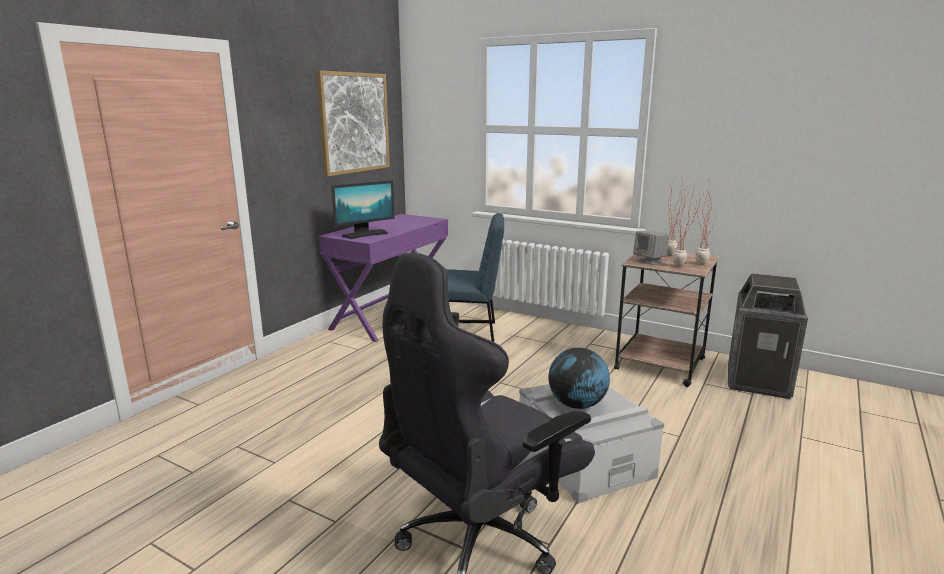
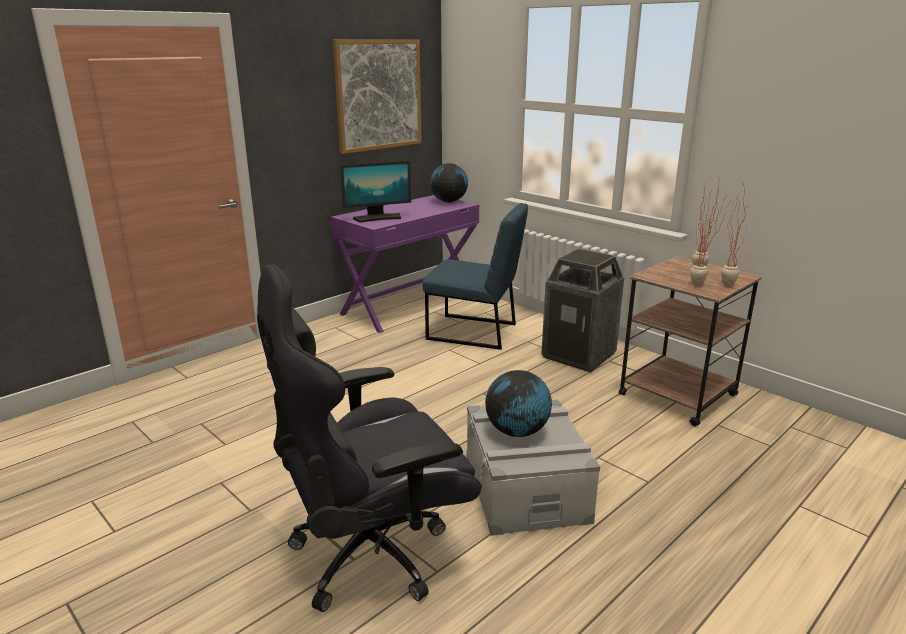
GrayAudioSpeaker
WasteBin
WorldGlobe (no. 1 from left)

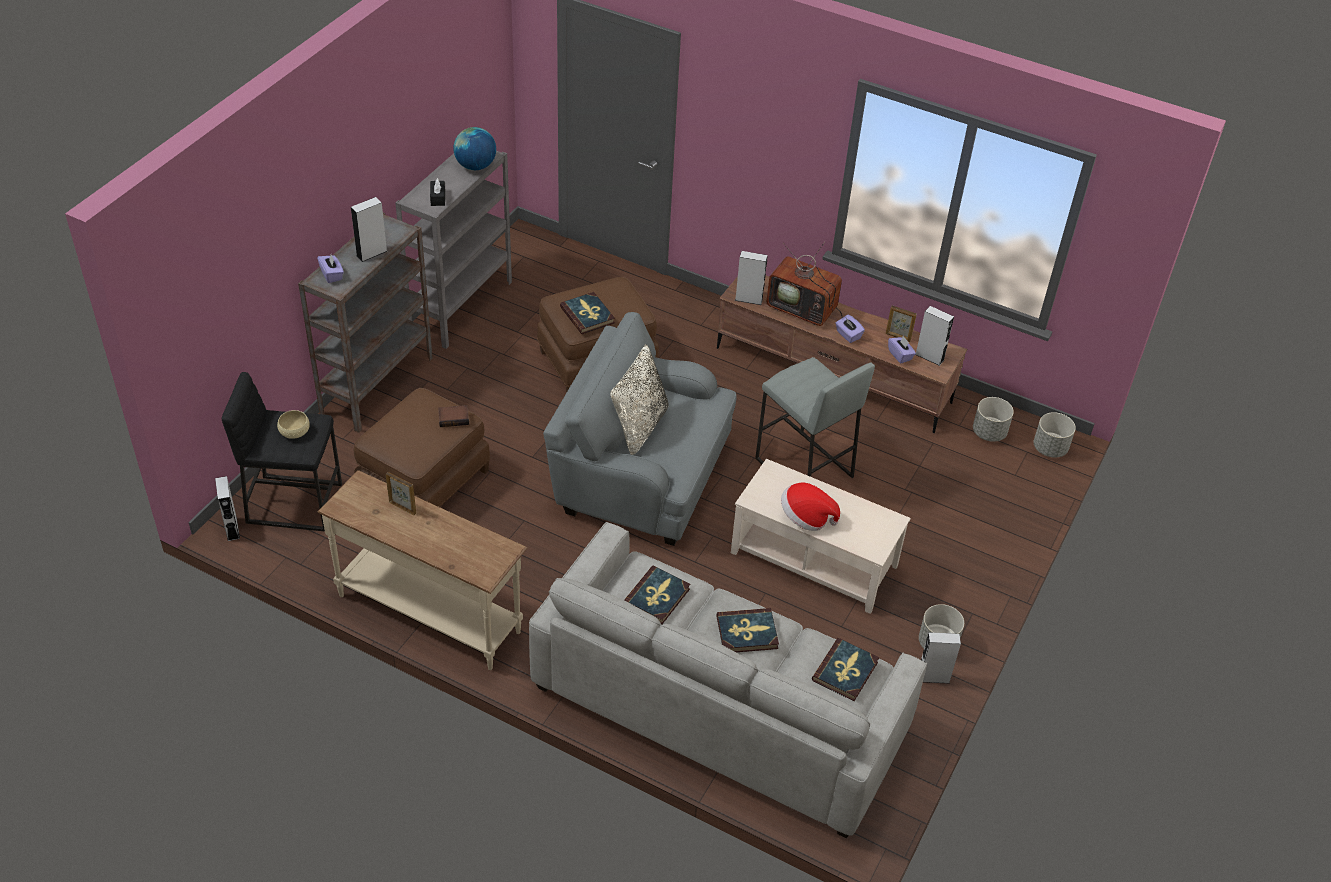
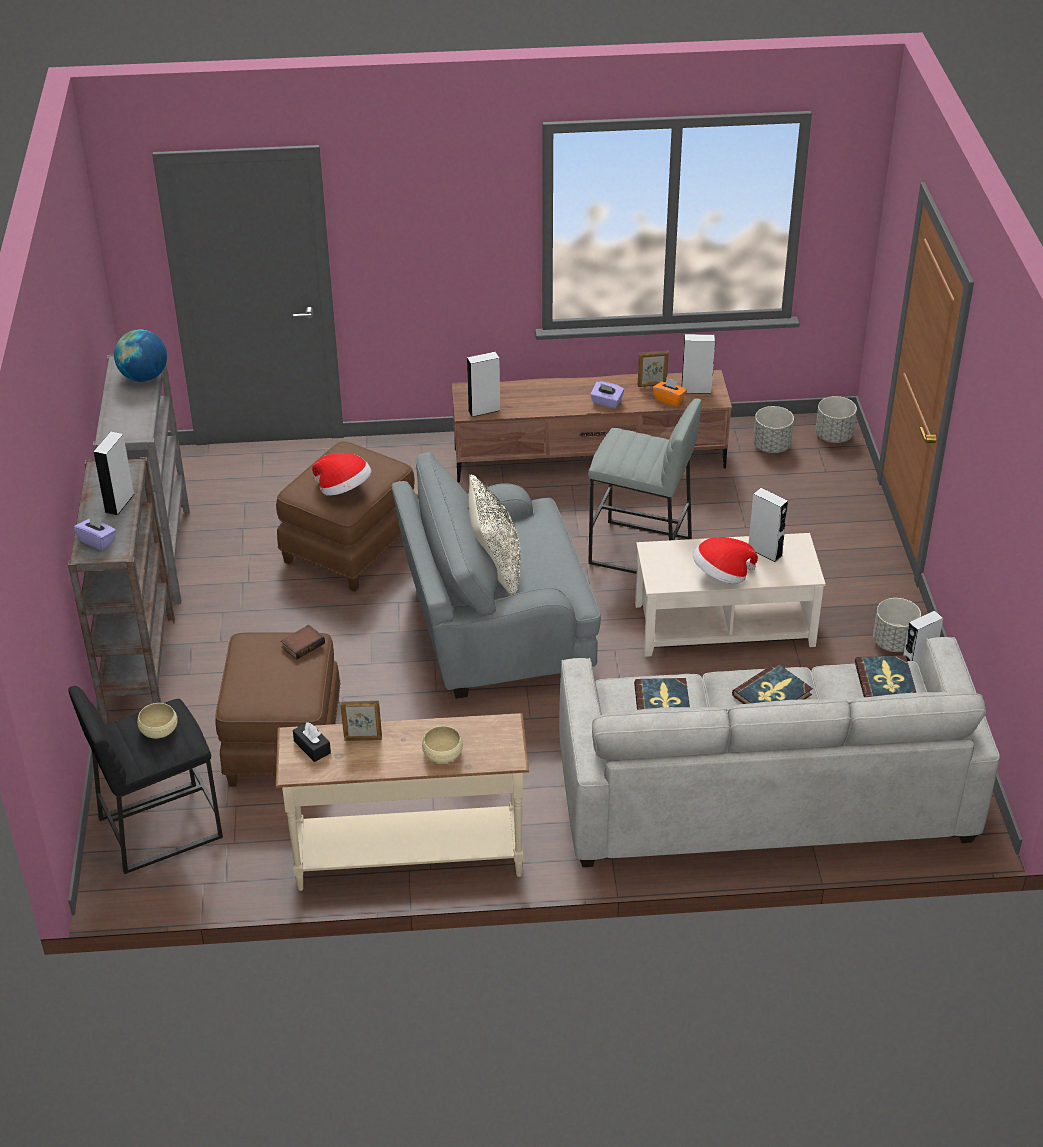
GrayAudioSpeaker (no. 4 from left)
BlackishBoxOfTissues
Hat (no. 1 from left)
Tv
OrangeBoxOfTissues
BeigeColouredBowl (no. 2 from left)

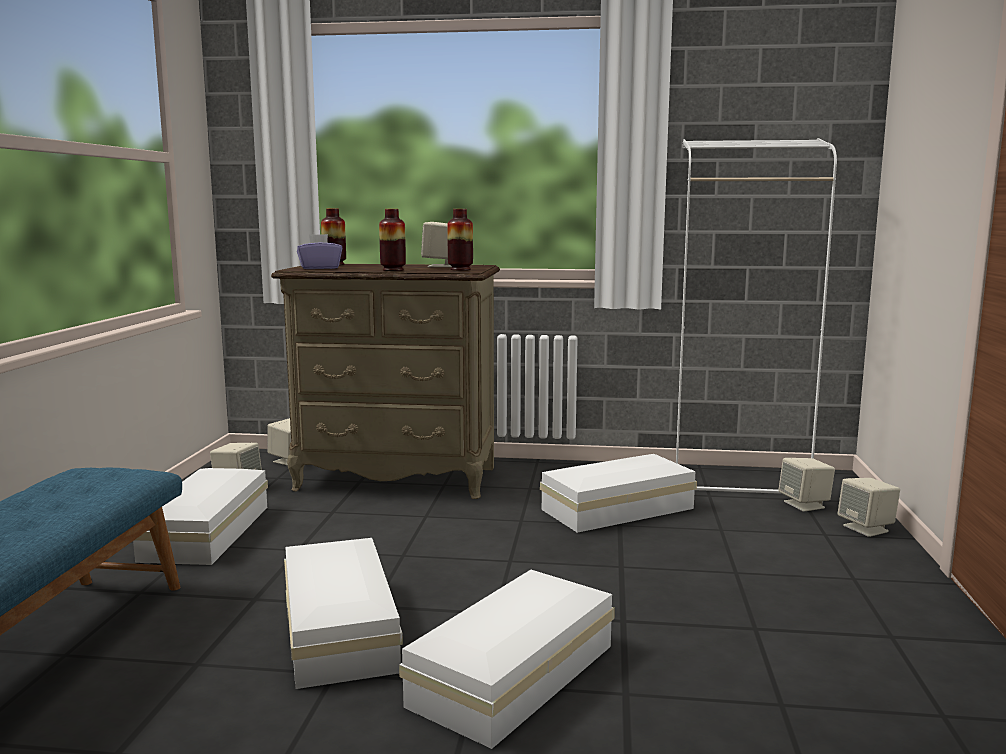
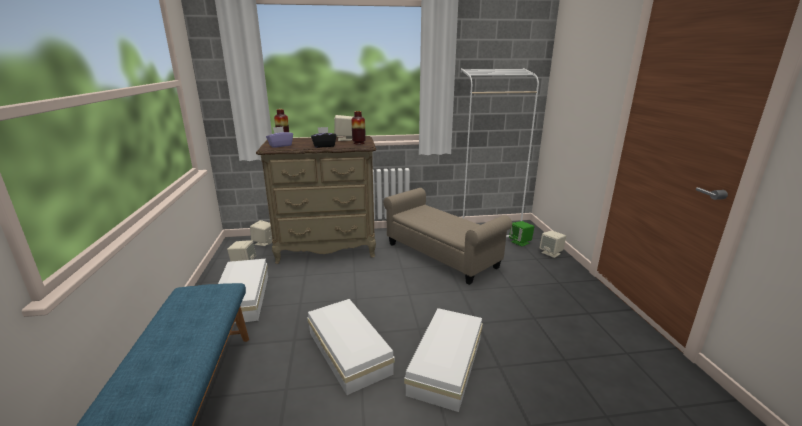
BlackishBoxOfTissues
BeigeColouredPouffe
GreenishAudioSpeaker

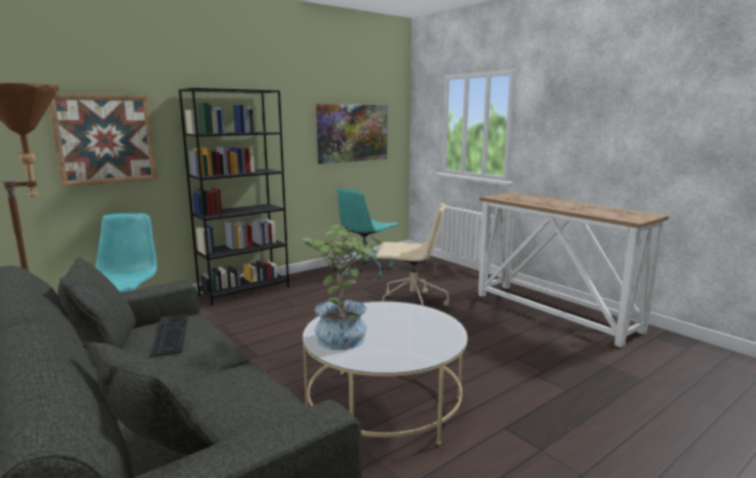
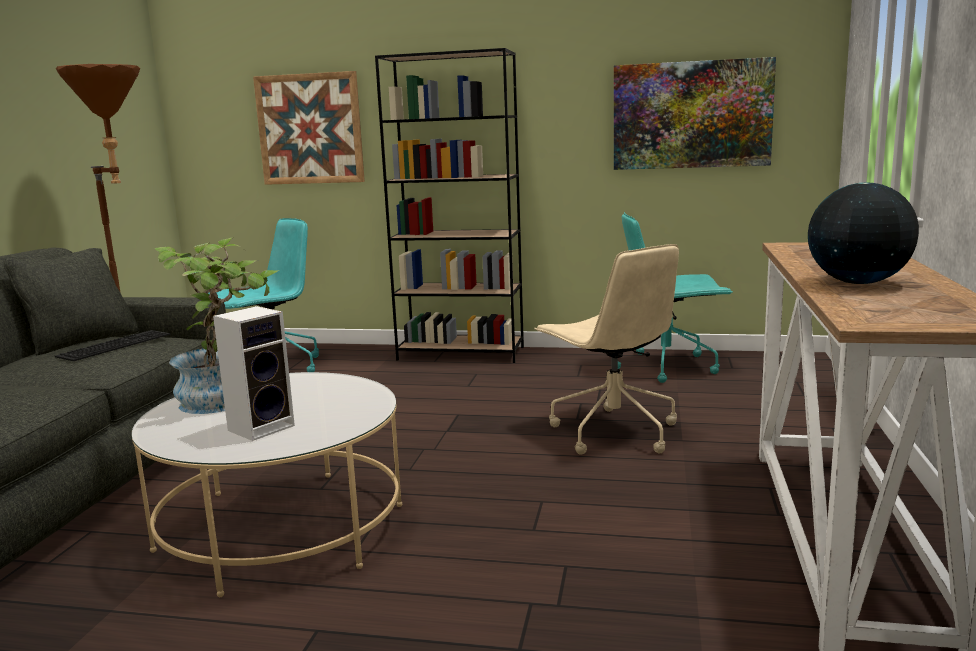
BeigeColouredBookshelf
AudioSpeaker
WorldGlobe

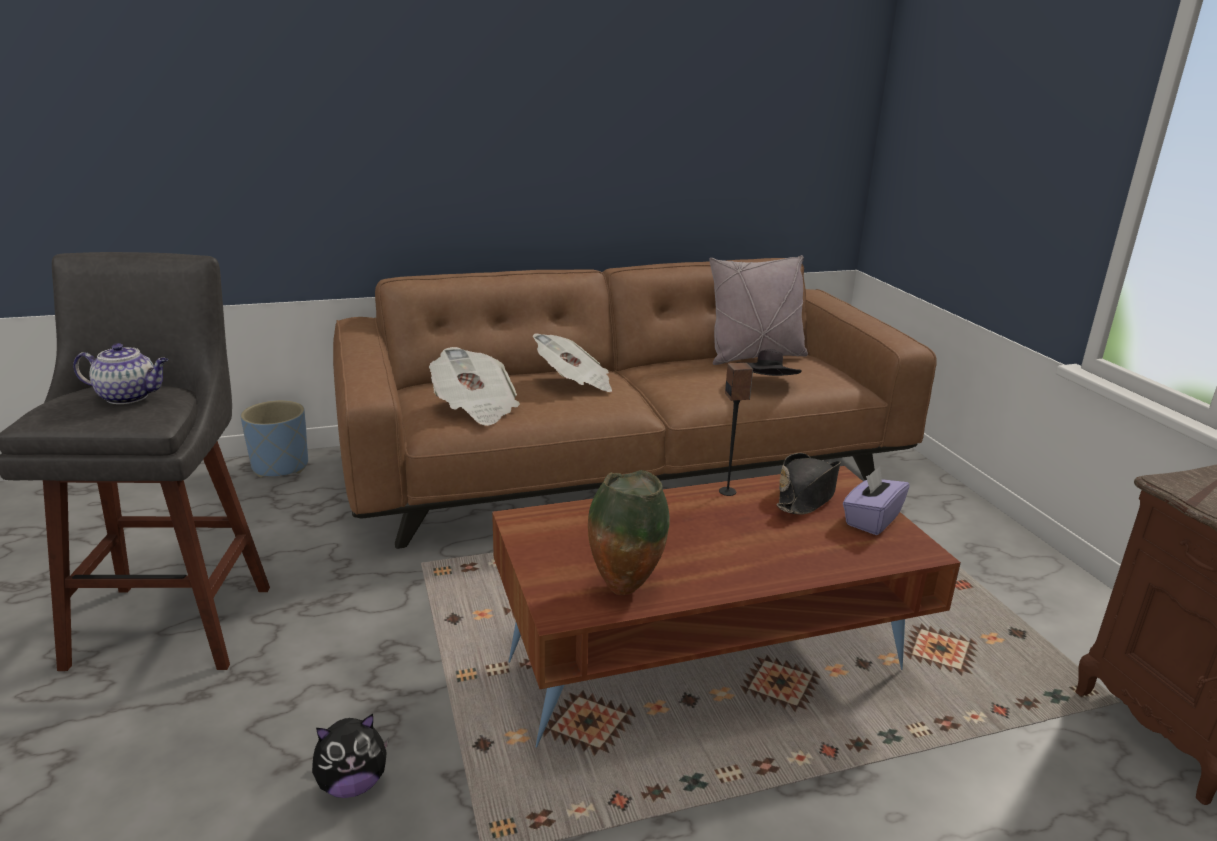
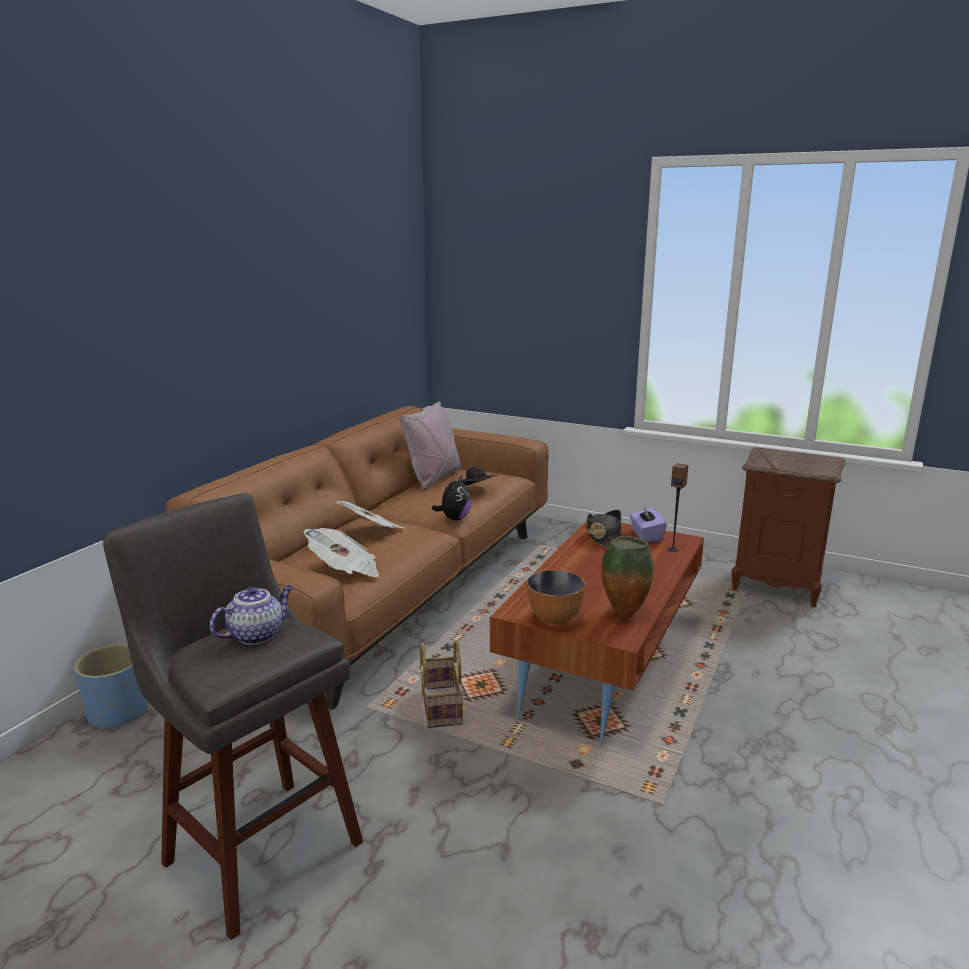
PlushToy
AudioSpeaker
HouseholdBasket
Bowl

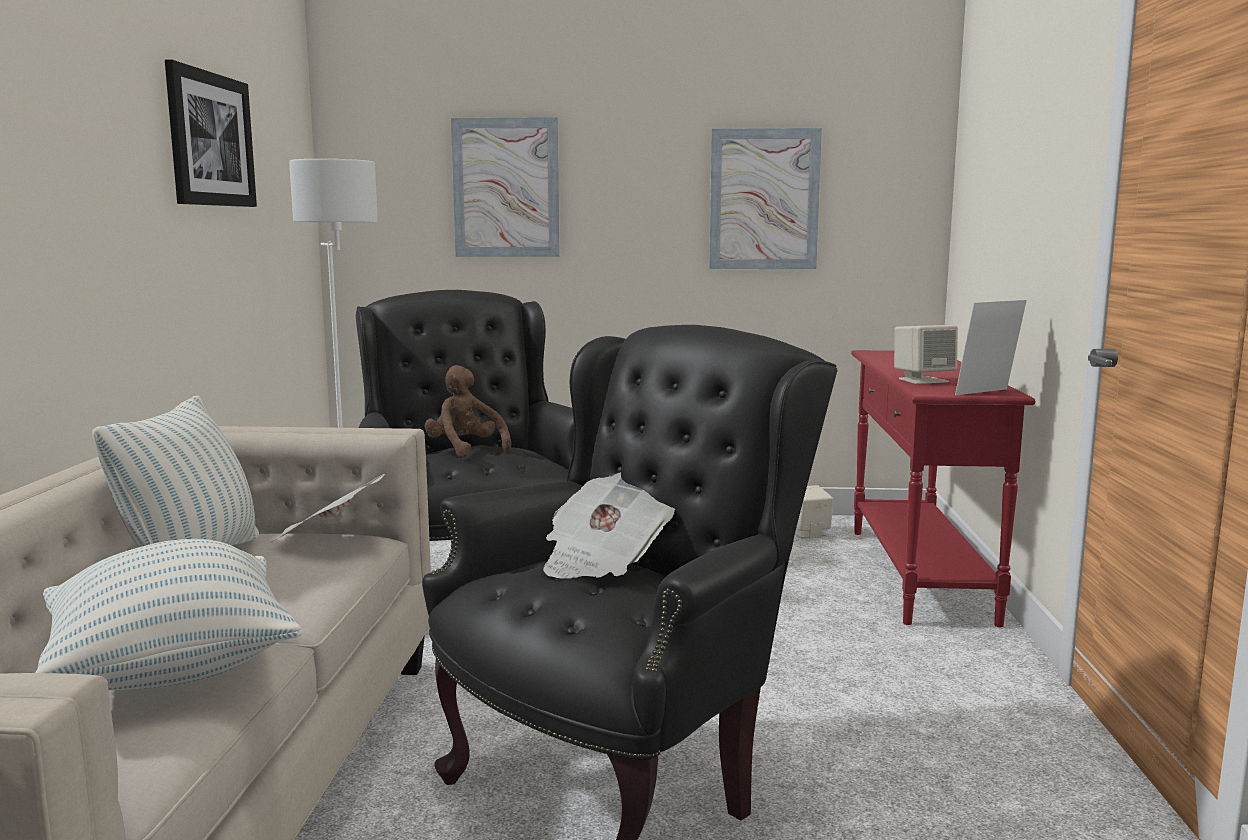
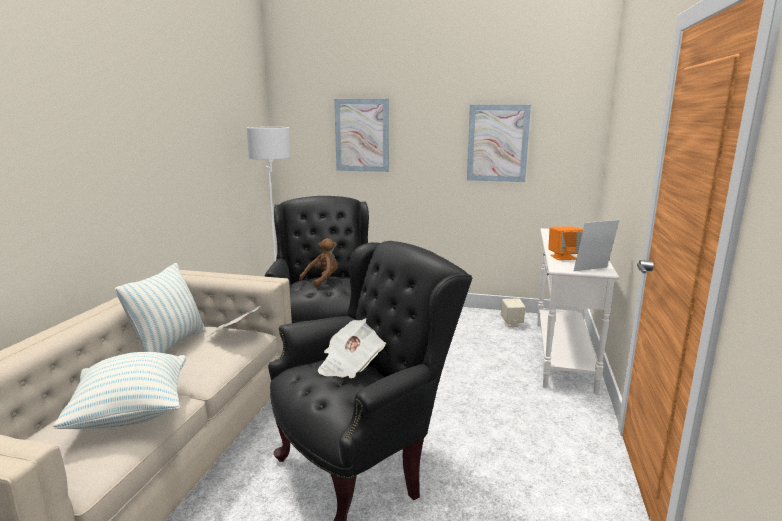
Picture (no. 1 from left in the first image)
BrownPlushToy
WhiteColouredNarrowTable
OrangeAudioSpeaker

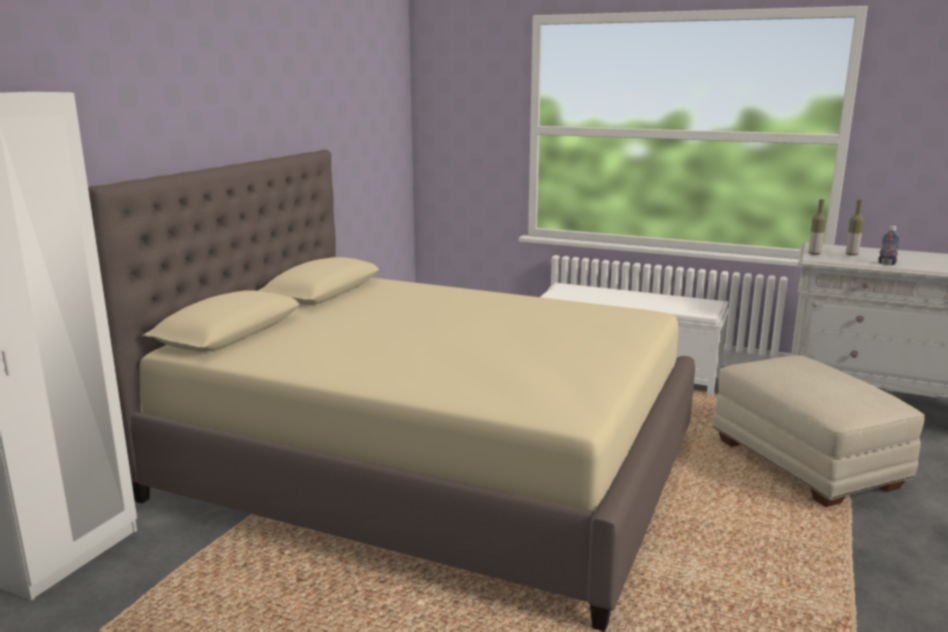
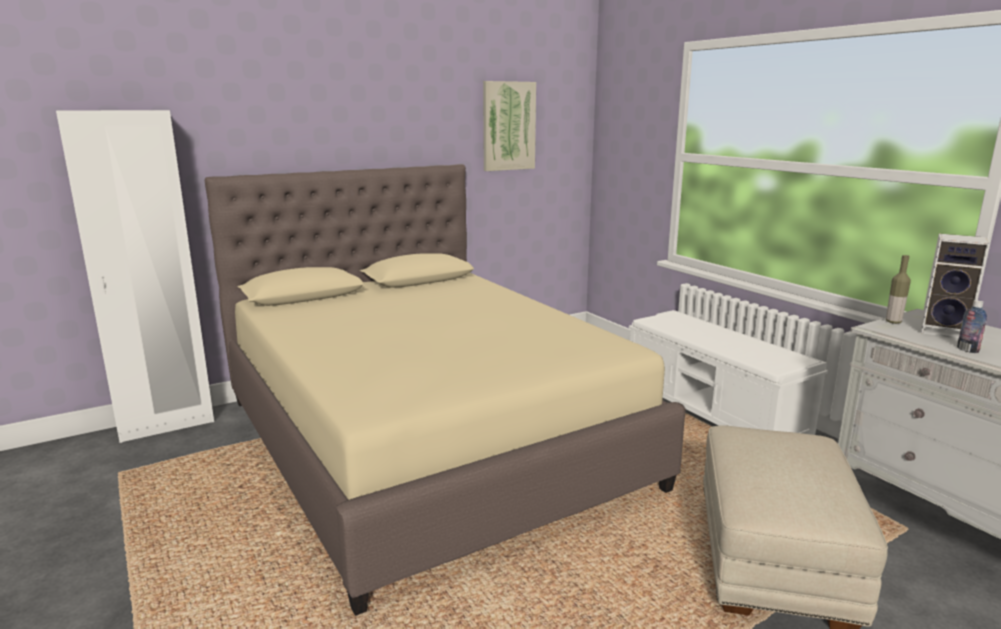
AudioSpeaker
Picture

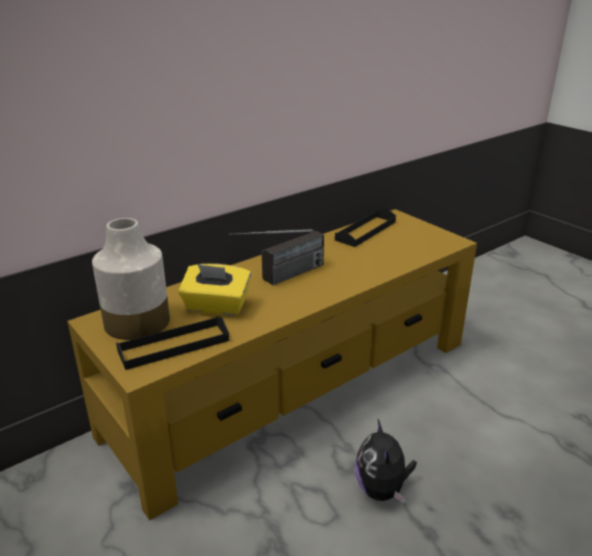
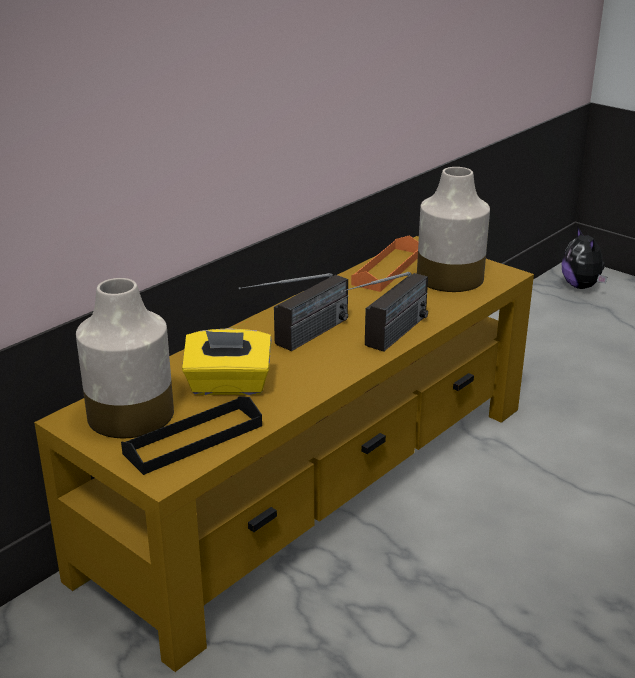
OrangeCarryingTray
PlushToy
RadioReceiver (no. 2 from left)
BeigeColouredFlowerVase (no. 2 from left)

